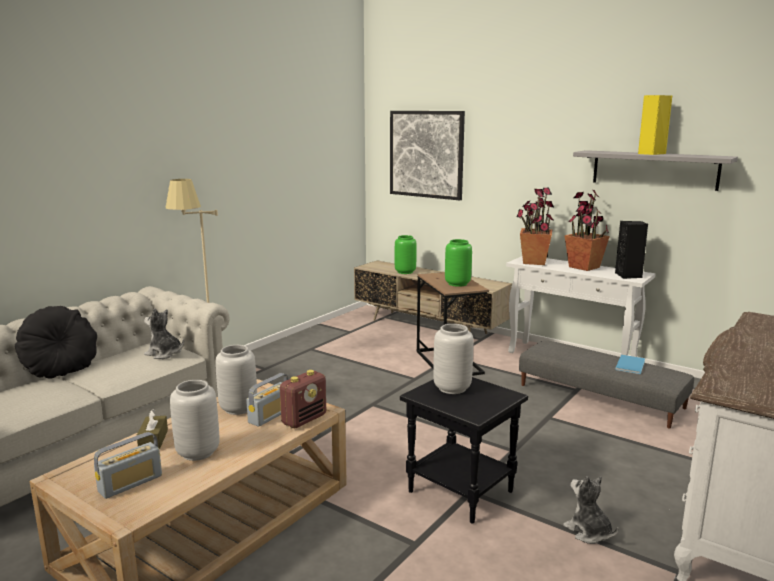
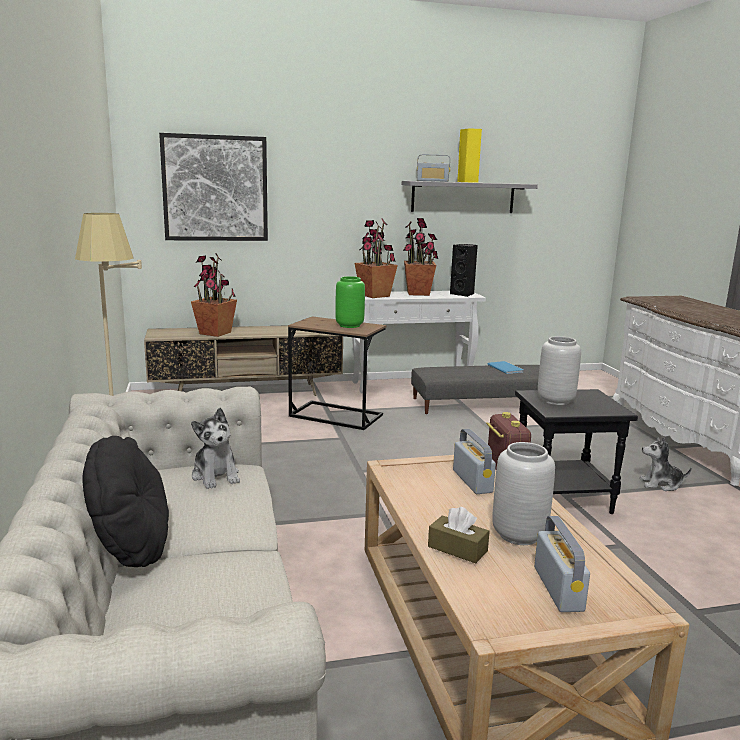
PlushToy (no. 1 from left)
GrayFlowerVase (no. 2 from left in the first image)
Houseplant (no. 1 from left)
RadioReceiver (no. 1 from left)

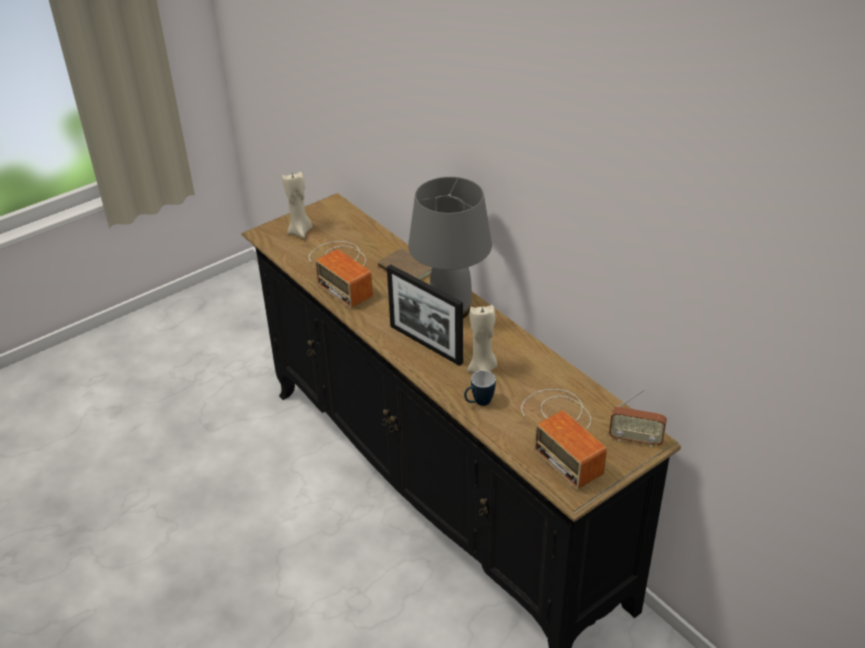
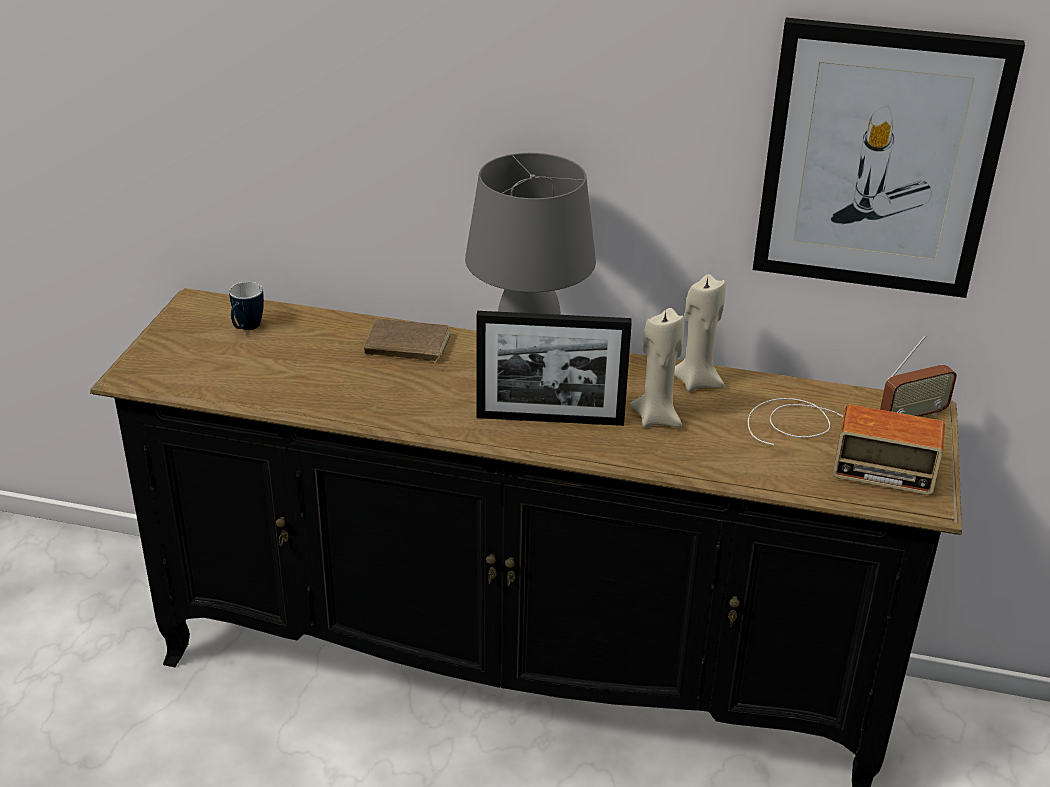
BeigeColouredWaxCandle (no. 2 from left)
RadioReceiver (no. 1 from left in the first image)
Mug
Picture

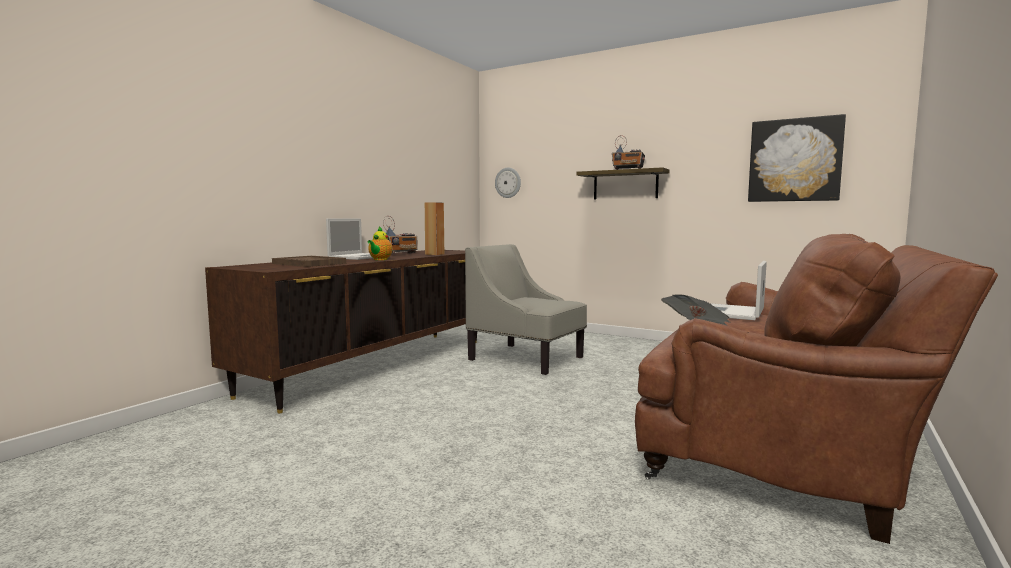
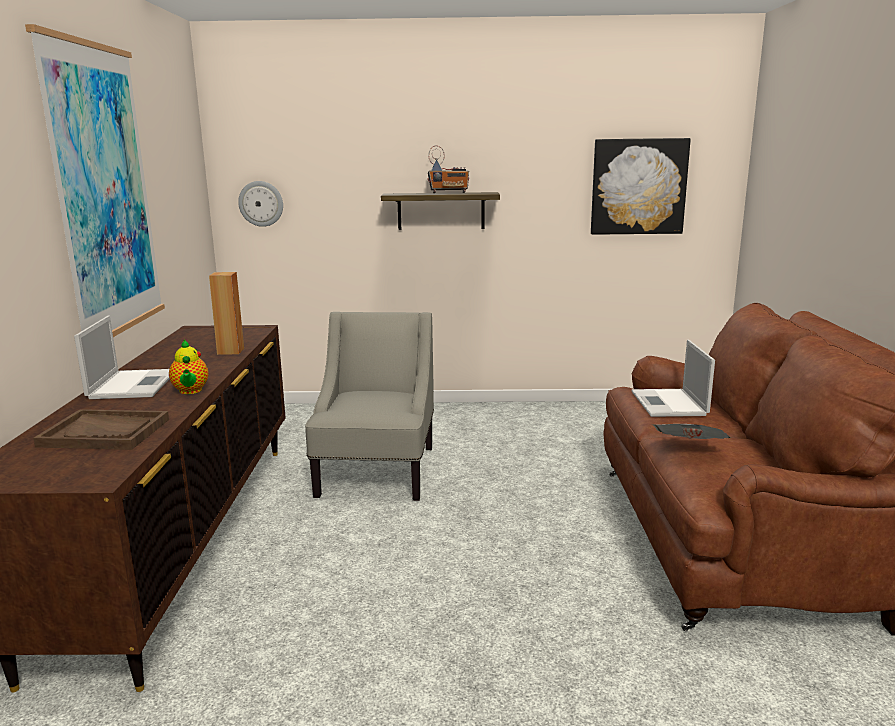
RadioReceiver (no. 1 from left in the first image)
GrayLoungeChair
Picture (no. 1 from left)

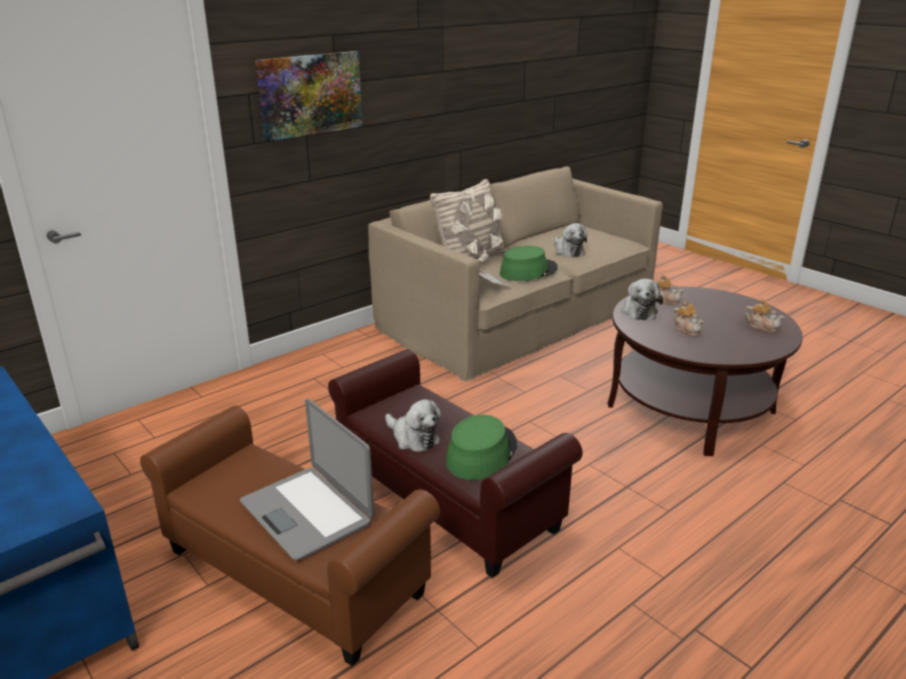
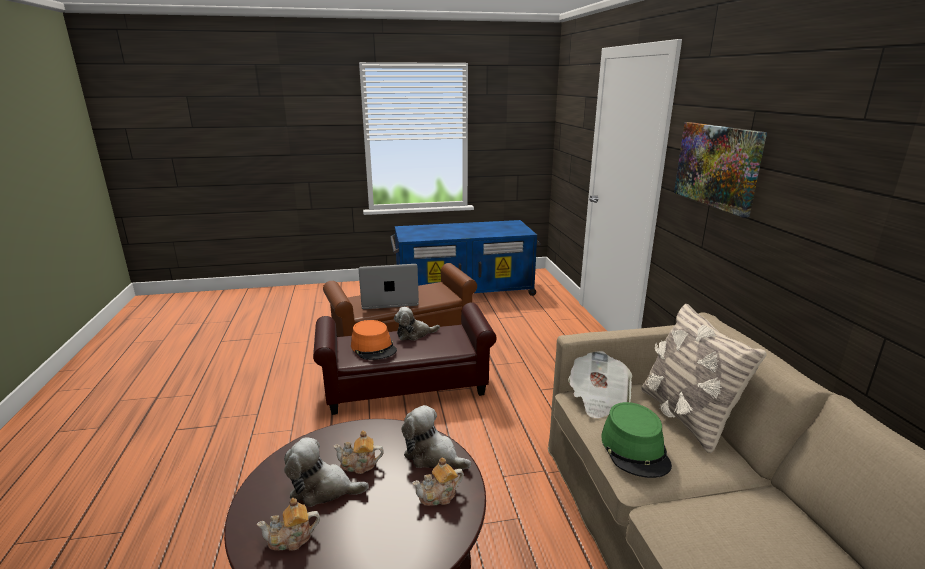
OrangeHat
PlushToy (no. 1 from left)

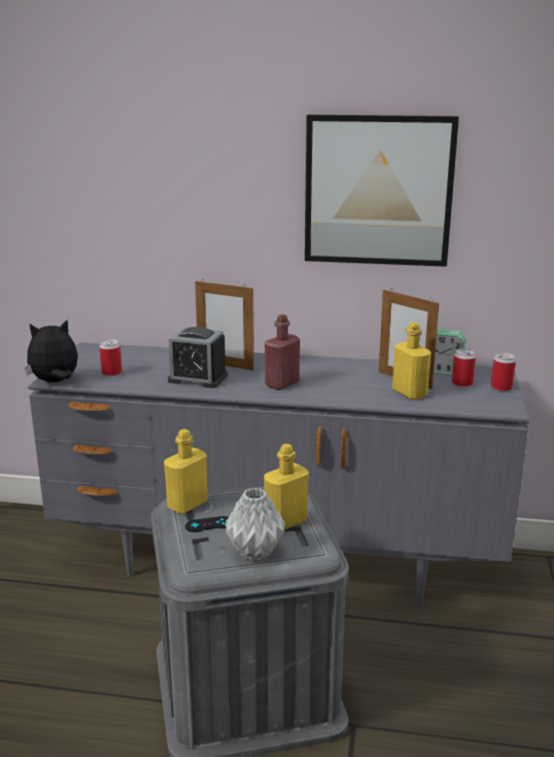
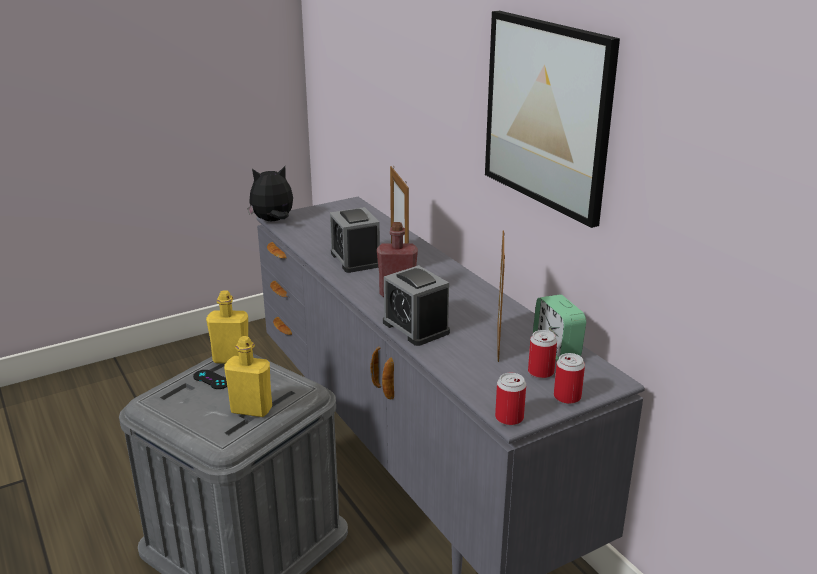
PlushToy
MetalCan (no. 1 from left)
GrayFlowerVase
YellowColouredBottle (no. 3 from left in the first image)
AlarmClock (no. 2 from left)

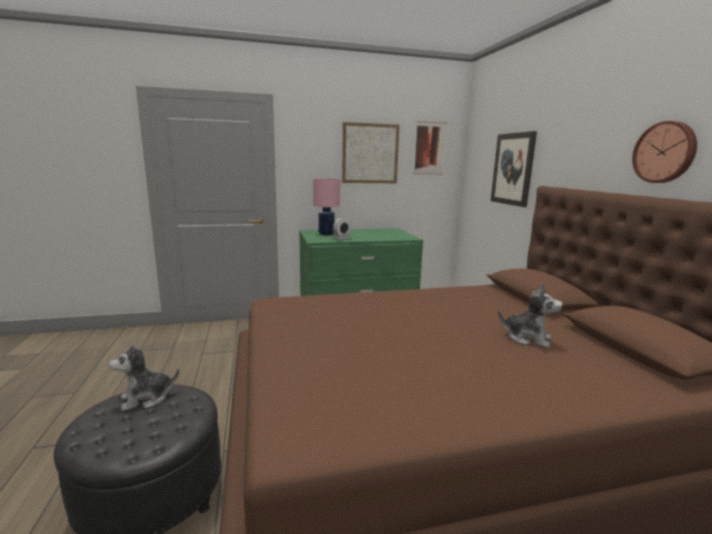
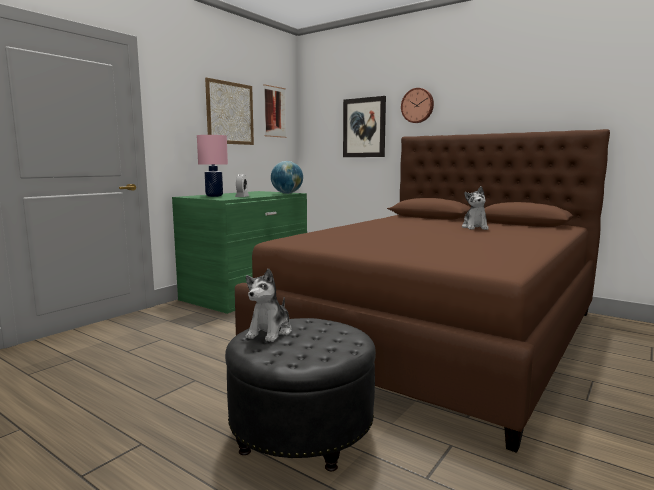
PlushToy (no. 2 from left)
WallClock
WorldGlobe

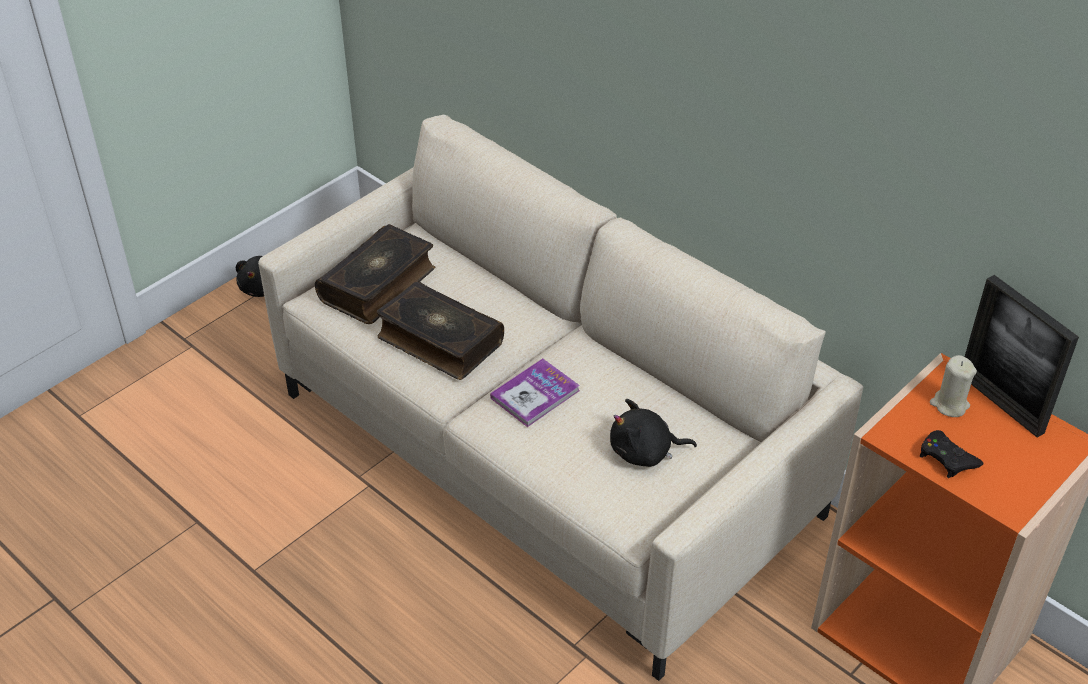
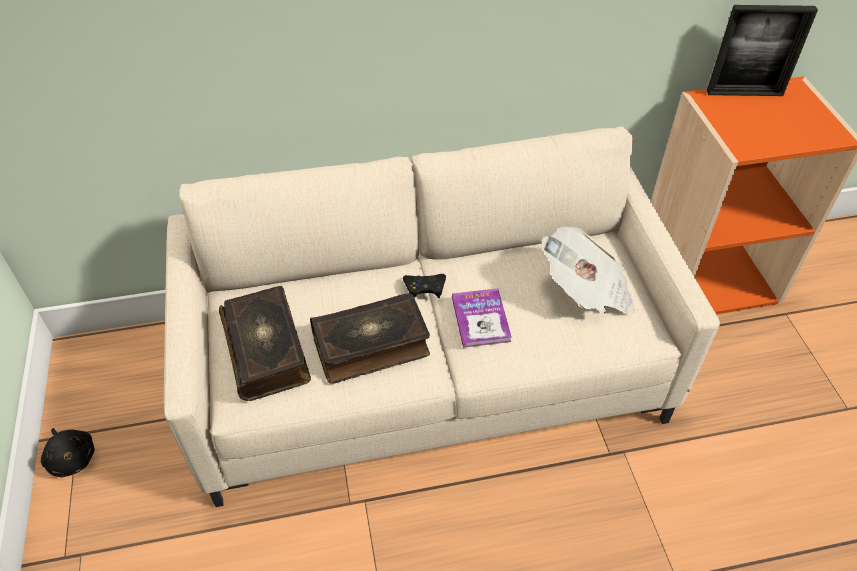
DailyPaper
BlackishJoypad
BeigeColouredWaxCandle

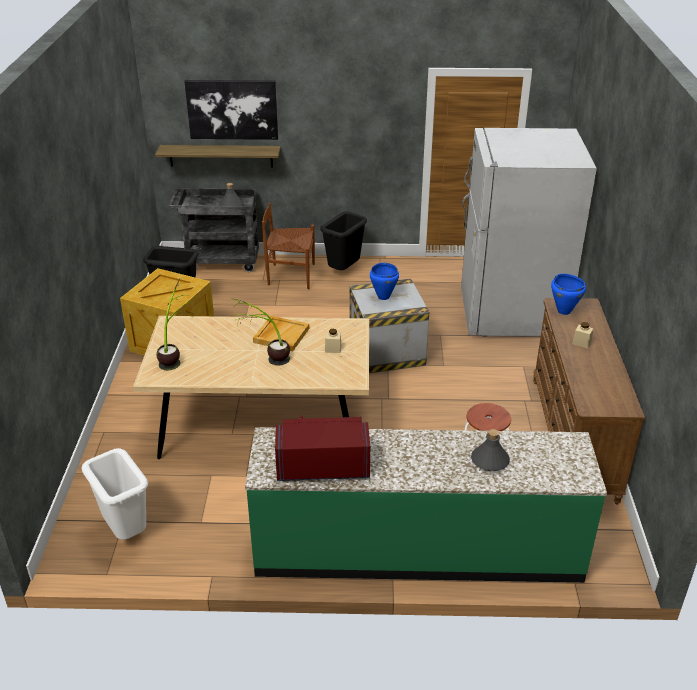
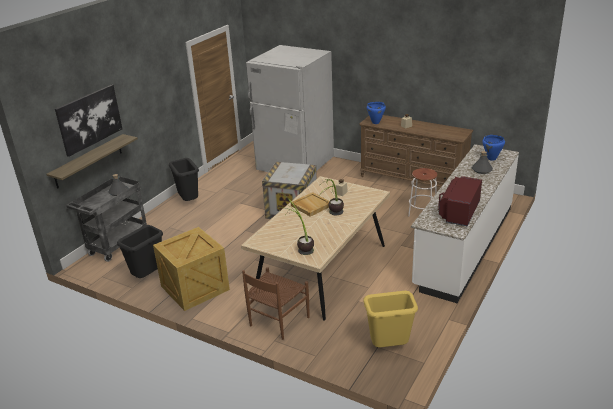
YellowColouredWasteBin
WhiteColouredCounter
BrownUprightChair
BluishSaucepot (no. 2 from left)

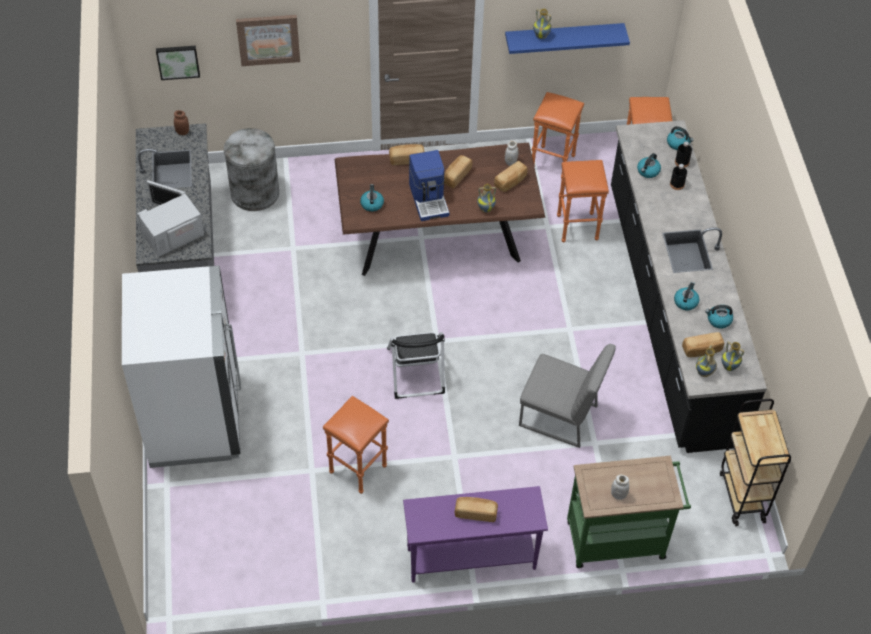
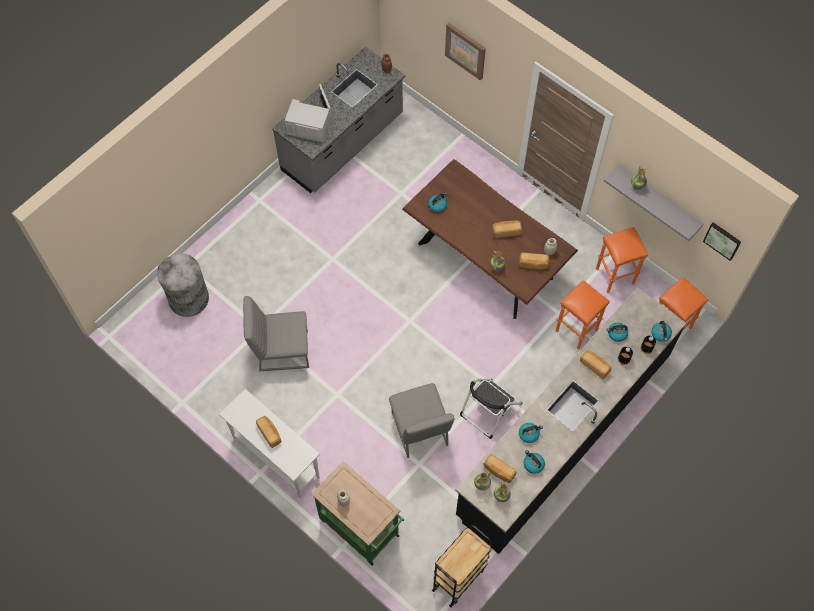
WhiteColouredFridge
Picture (no. 2 from left)
GrayWasteBin
GrayUprightChair (no. 1 from left)
Stepladder
BakeryBread (no. 5 from left)
WhiteColouredNarrowTable
CoffeeMachine
GrayWallShelf

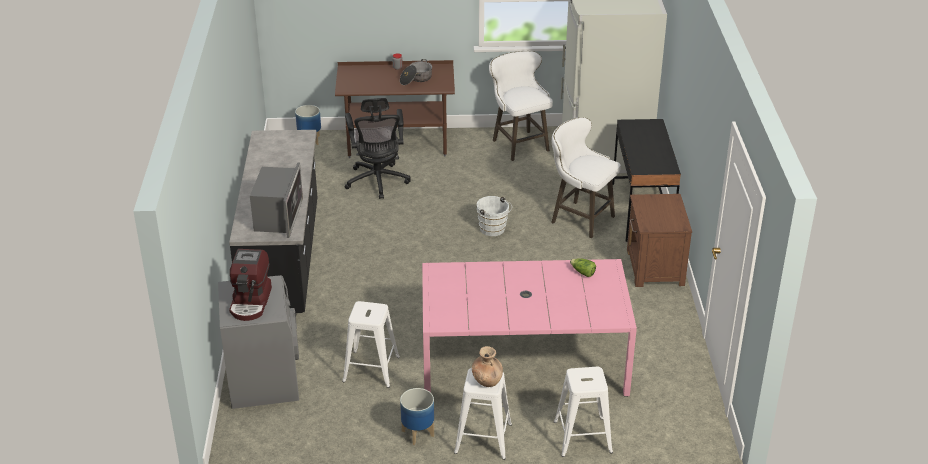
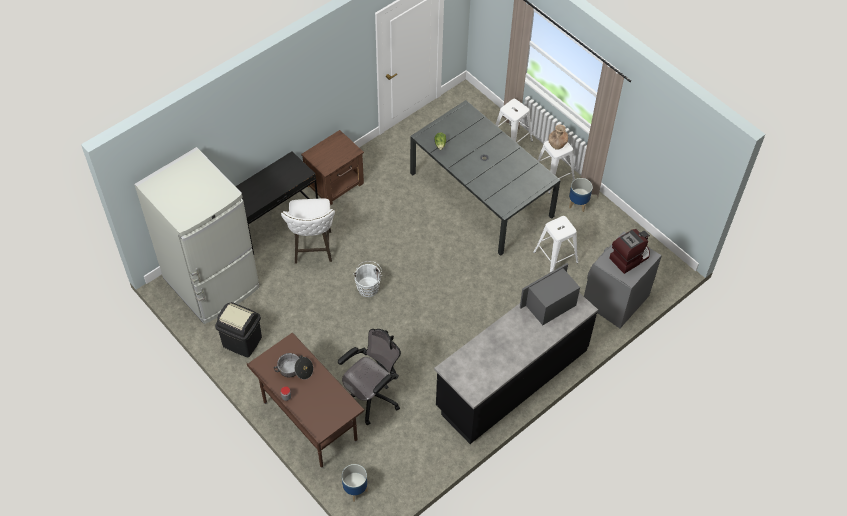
GrayKitchenTable
BlackishWasteBin

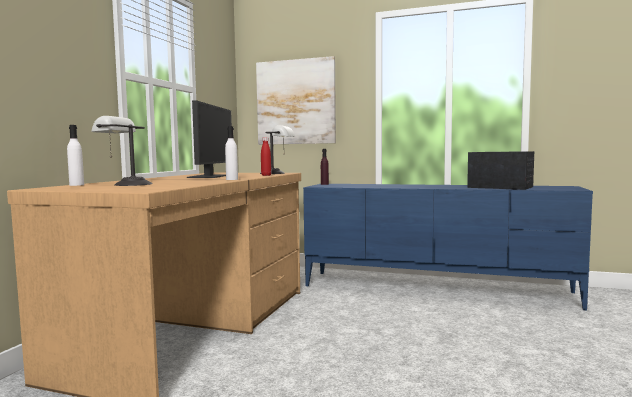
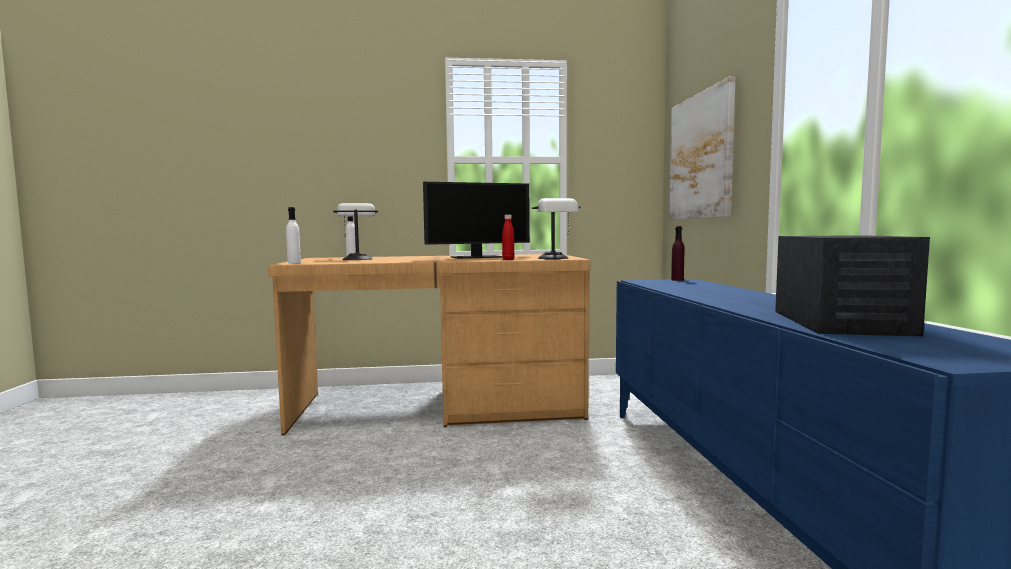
WhiteColouredBottle (no. 1 from left)

